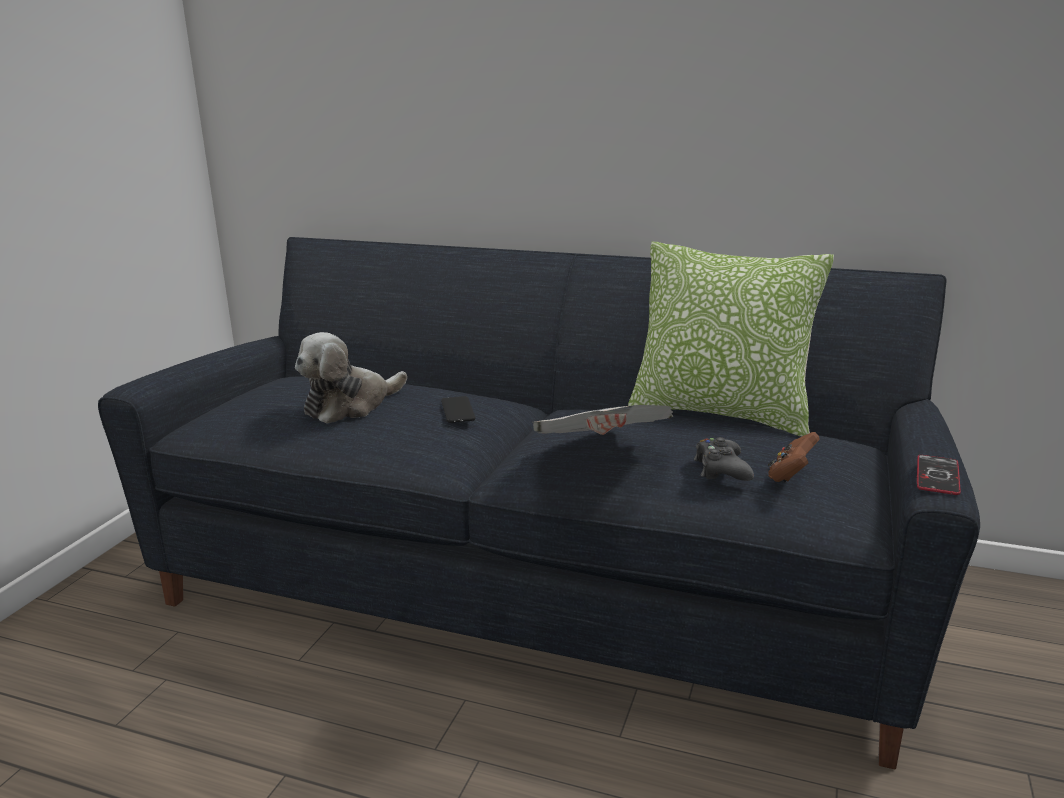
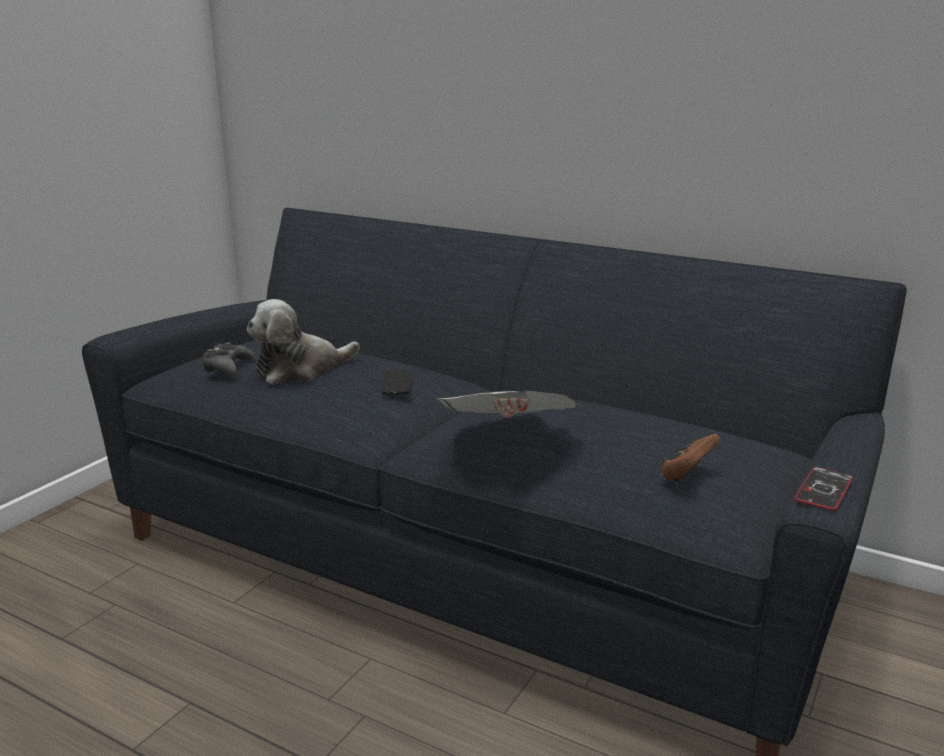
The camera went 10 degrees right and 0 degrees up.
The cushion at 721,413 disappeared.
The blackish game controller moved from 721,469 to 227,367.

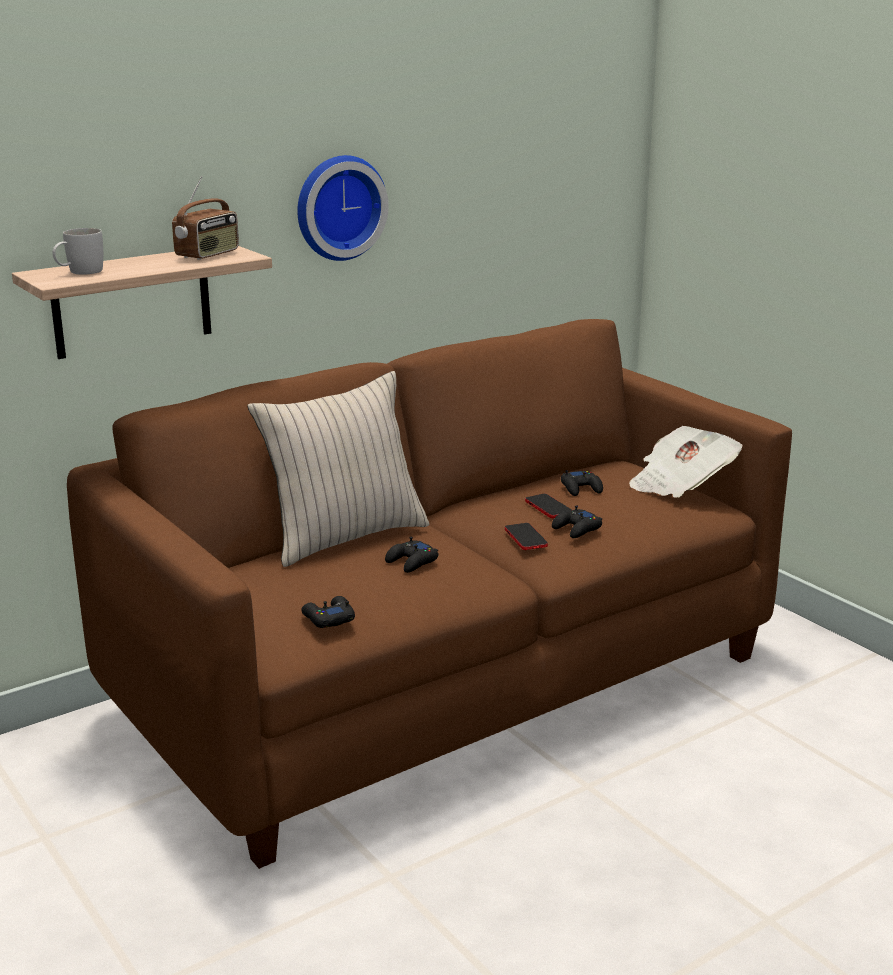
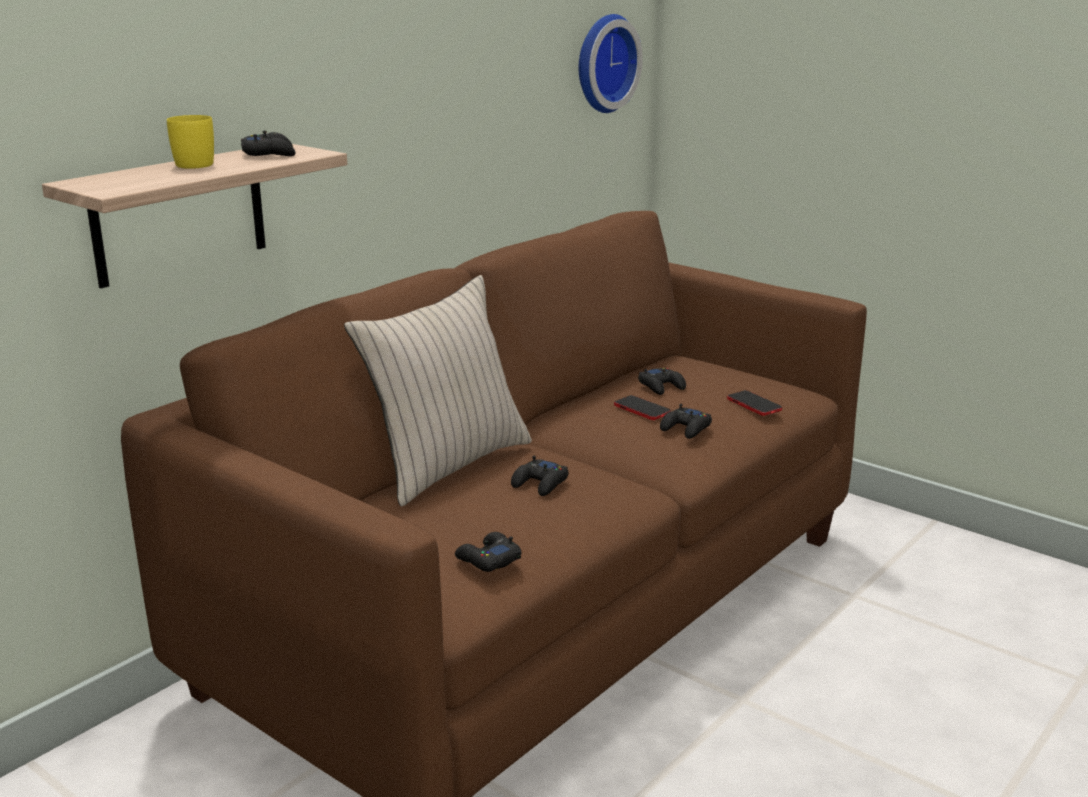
The camera went 15 degrees left and 0 degrees up.
The clock on the wall moved from 338,207 to 602,63.
The radio set at 208,255 was replaced by the blackish game controller at 269,153.
The whitish mug at 79,272 disappeared.
The daily paper at 682,484 disappeared.
The phone moved from 525,537 to 754,404.
The yellow-coloured mug at 194,163 appeared.

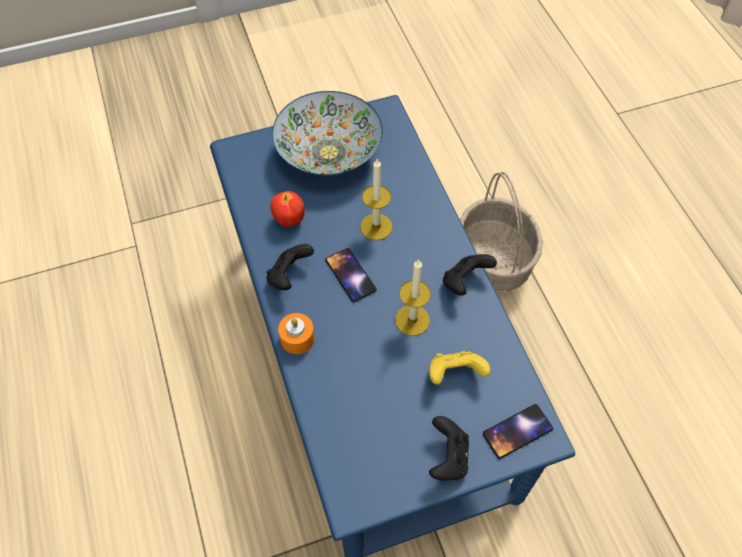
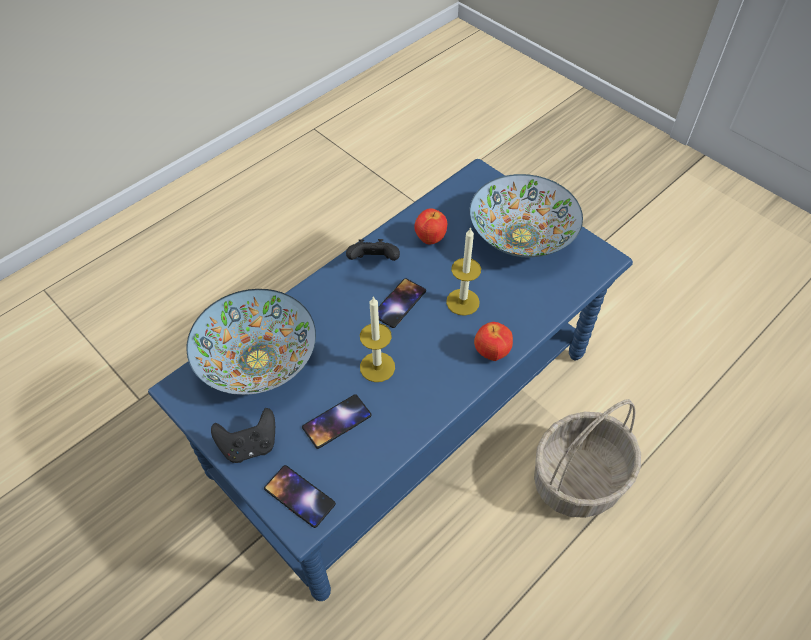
The camera went 65 degrees right and 5 degrees down.
The blackish game controller at 464,282 disappeared.
The orangey candle at 297,338 disappeared.
The yellow-coloured game controller at 455,374 was replaced by the phone at 337,421.
The serving bowl at 257,360 appeared.
The apple fruit at 491,353 appeared.

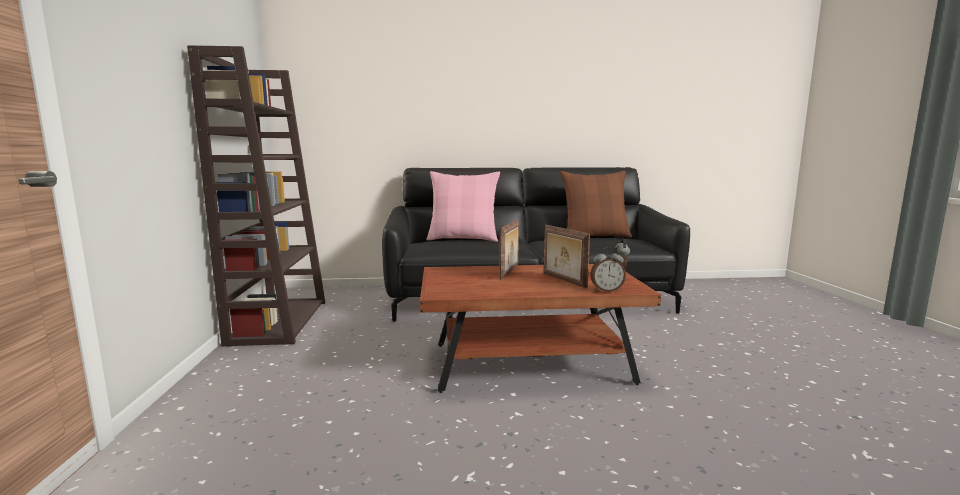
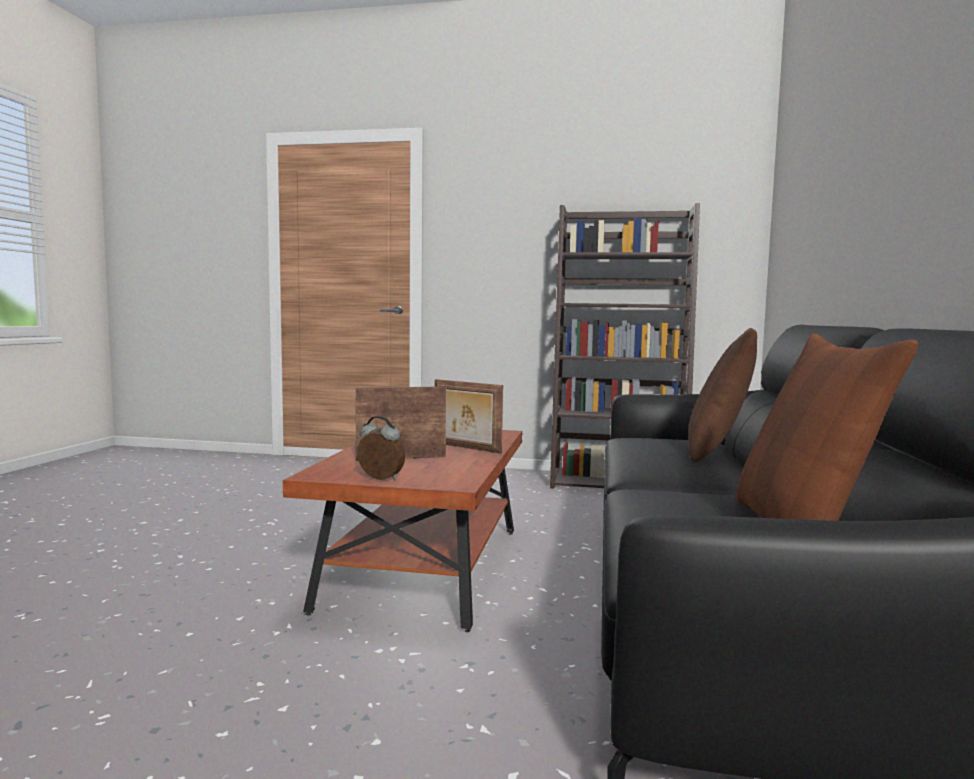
The camera went 105 degrees right and 5 degrees down.
The pink-coloured cushion at 463,239 became the brown-coloured cushion at 718,450.
The bedside clock at 606,290 disappeared.

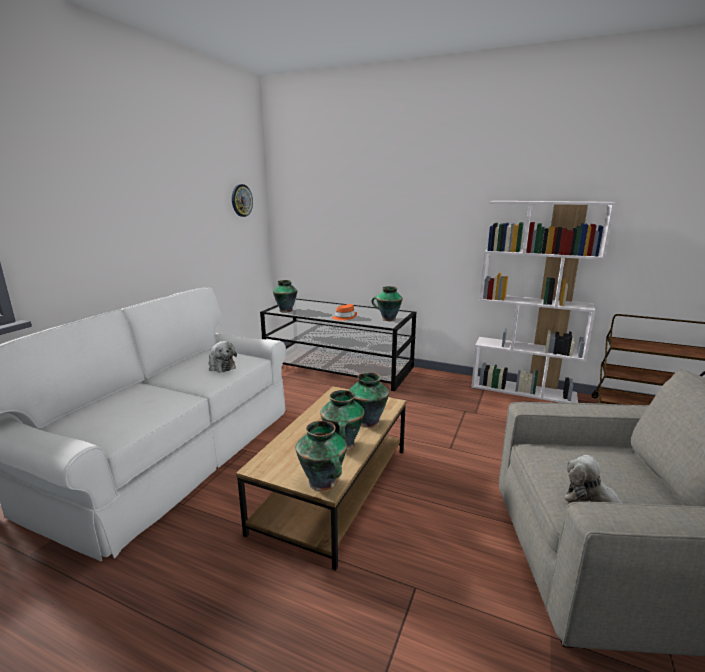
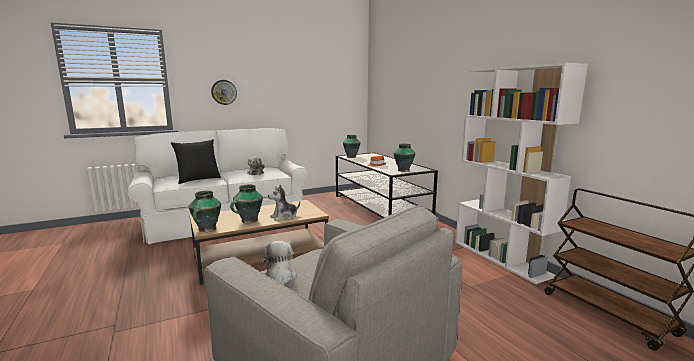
The camera went 40 degrees right and 5 degrees down.
The clock on the wall moved from 241,200 to 224,92.
The decorative vase at 368,421 was replaced by the plush toy at 284,217.
The blackish cushion at 198,179 appeared.

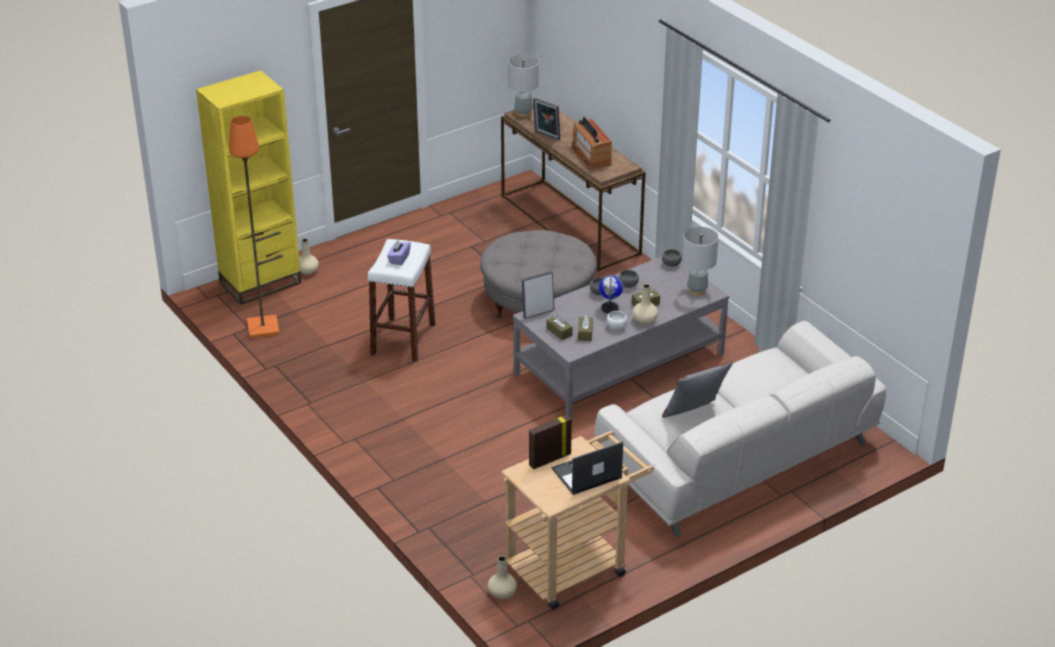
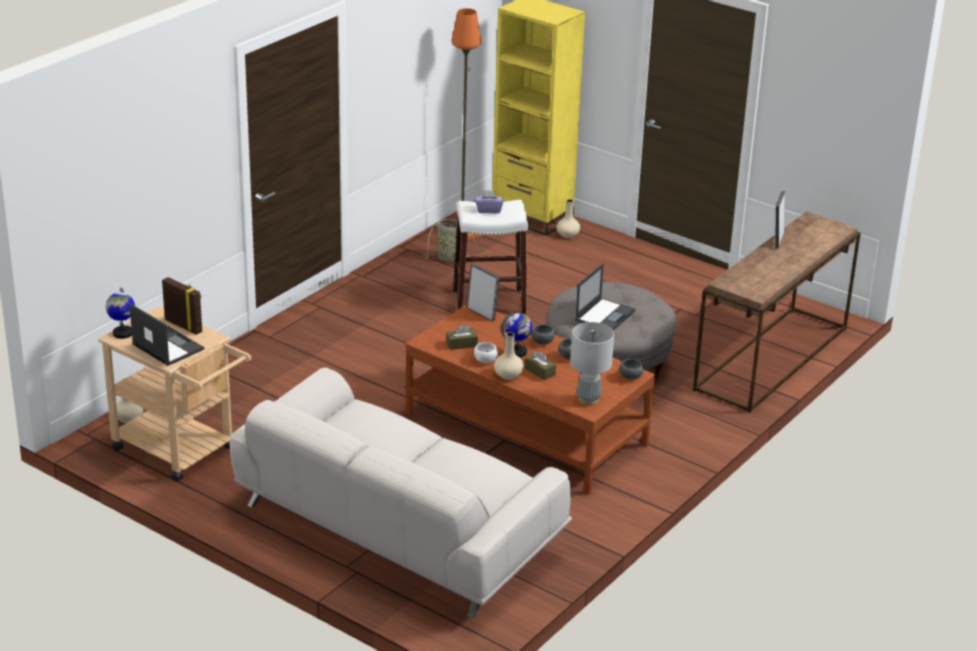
The camera went 70 degrees right and 5 degrees down.
The greyish lamp for a table at 523,113 disappeared.
The radio set at 591,156 disappeared.
The greyish low table at 619,364 became the brown-coloured low table at 525,429.
The brown-coloured tissue holder at 559,332 disappeared.
The greyish cushion at 694,413 disappeared.
The basket at 452,258 appeared.
The notebook computer at 605,315 appeared.
The desk globe at 122,333 appeared.

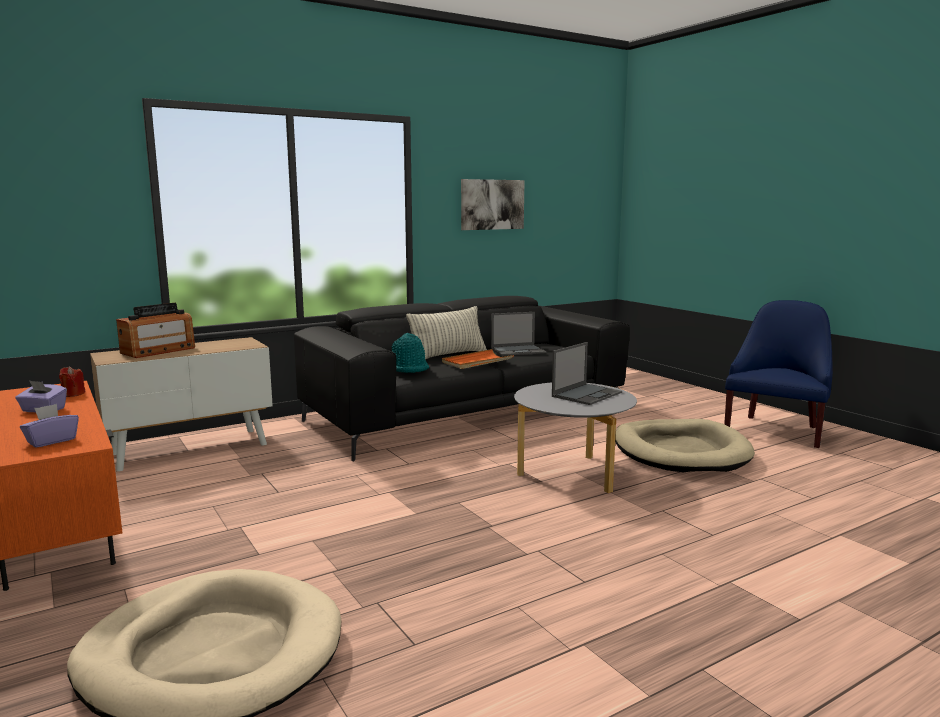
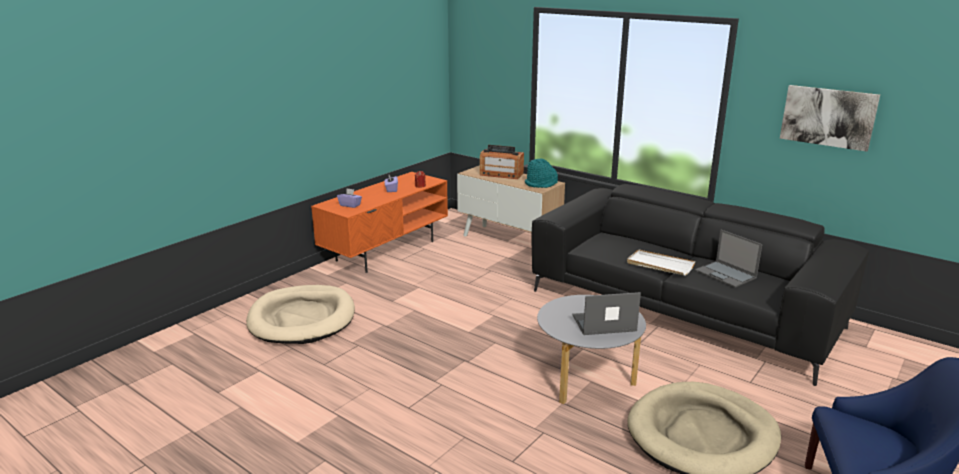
The camera went 70 degrees right and 10 degrees up.
The cushion at 448,355 disappeared.
The blue-green hat moved from 409,369 to 541,184.
The notebook computer at 587,394 turned 150 degrees clockwise.
The orangey carrying tray at 477,362 became the whitish carrying tray at 659,265.

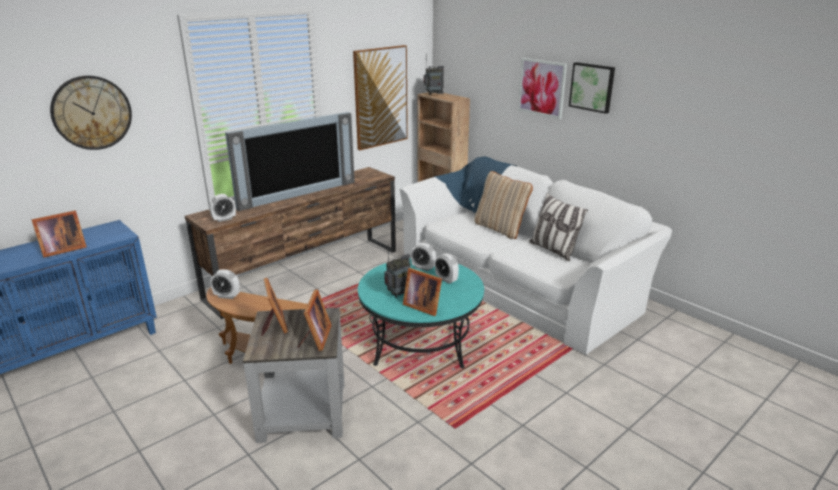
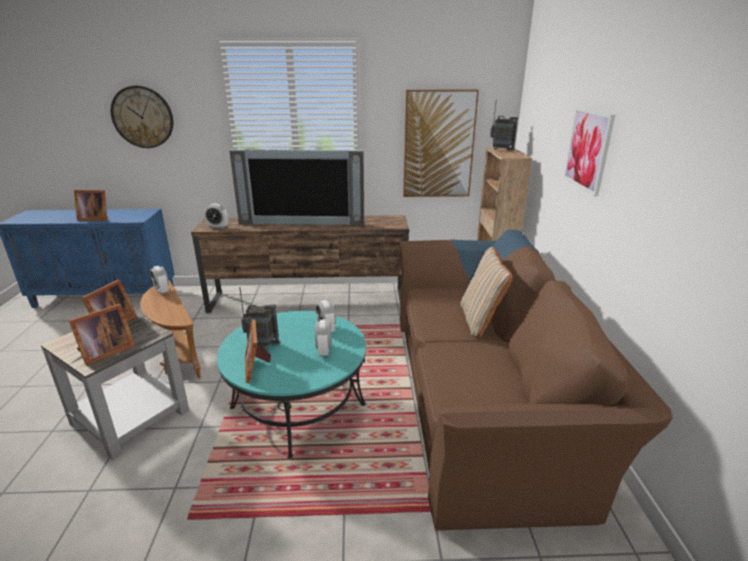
The camera went 40 degrees right and 0 degrees up.
The picture at 592,87 disappeared.
The whitish sofa at 519,281 became the brown-coloured sofa at 484,393.
The cushion at 553,250 disappeared.

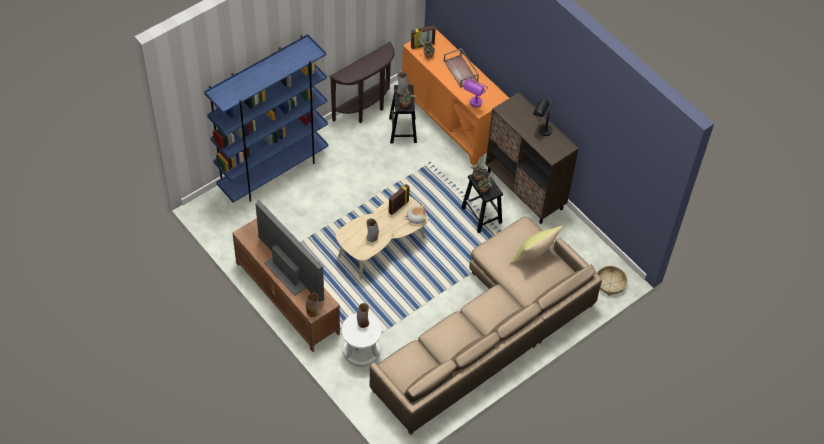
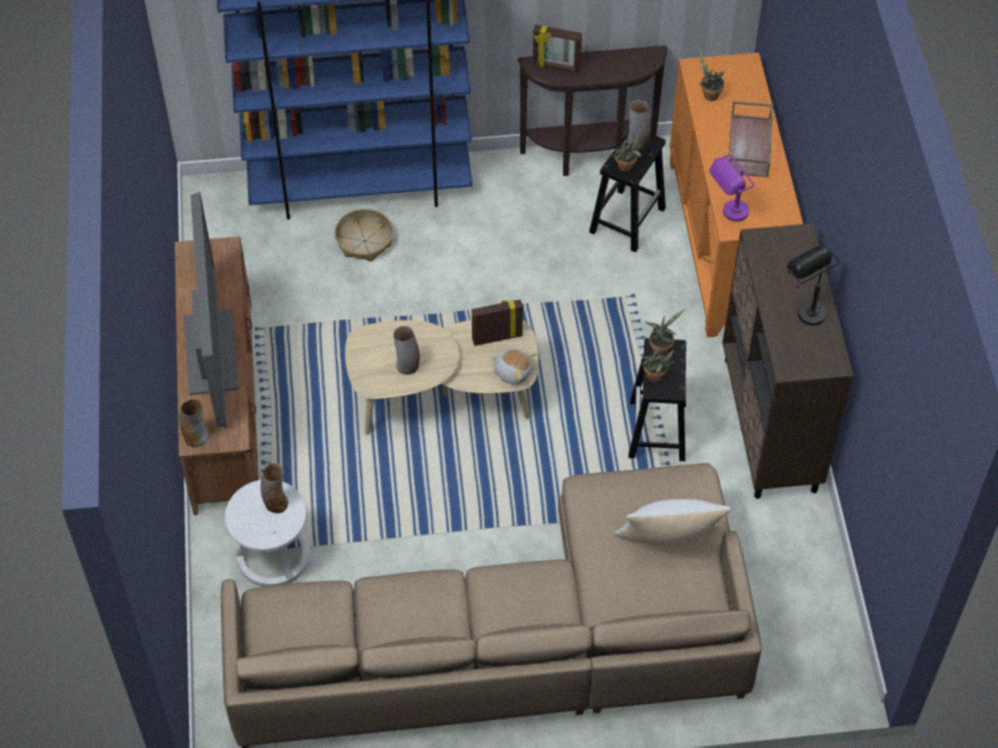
The camera went 35 degrees right and 0 degrees up.
The standing frame moved from 422,45 to 556,66.
The yellow-coloured cushion at 533,256 became the whitish cushion at 668,543.
The basket moved from 610,283 to 364,241.

